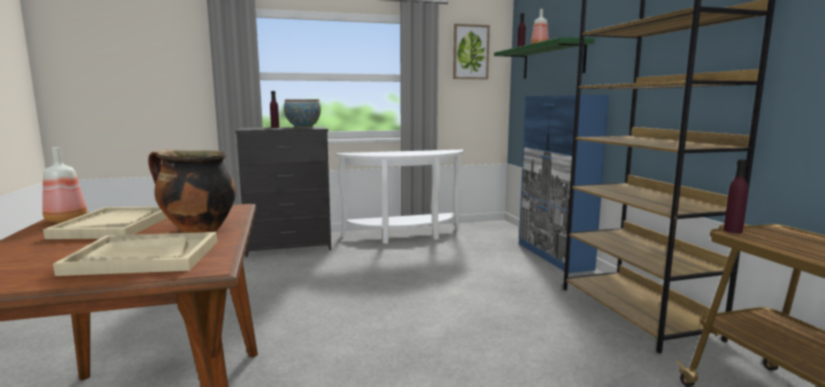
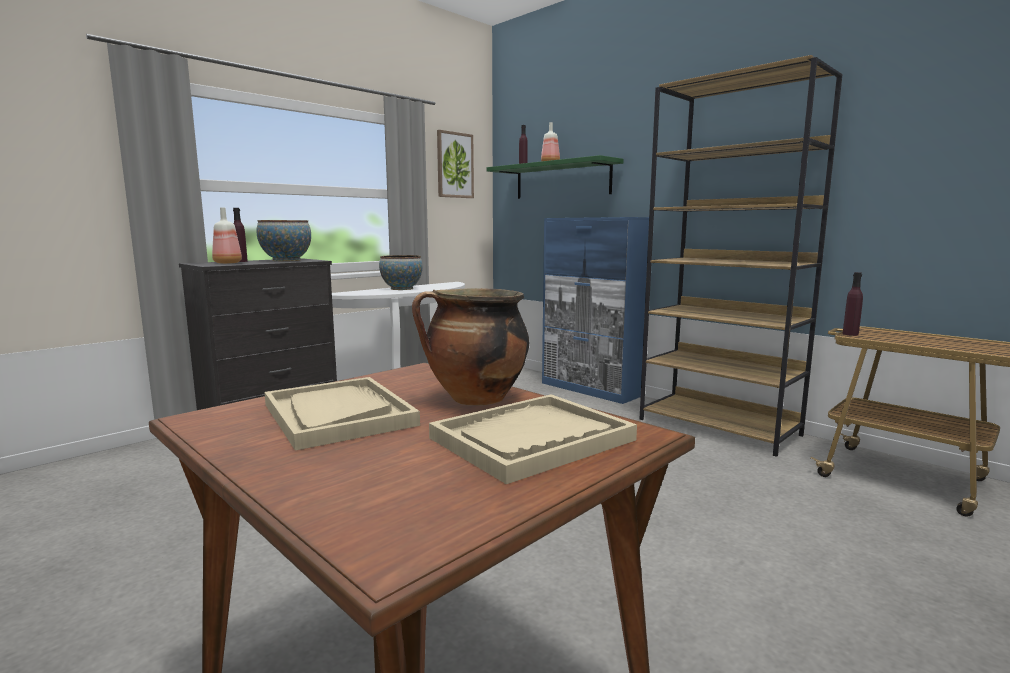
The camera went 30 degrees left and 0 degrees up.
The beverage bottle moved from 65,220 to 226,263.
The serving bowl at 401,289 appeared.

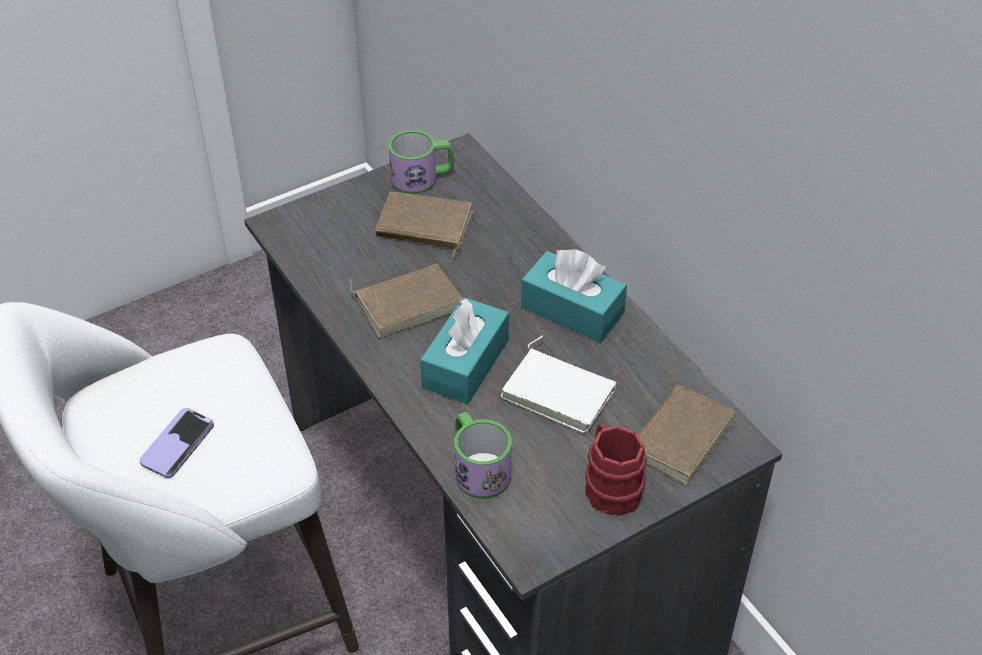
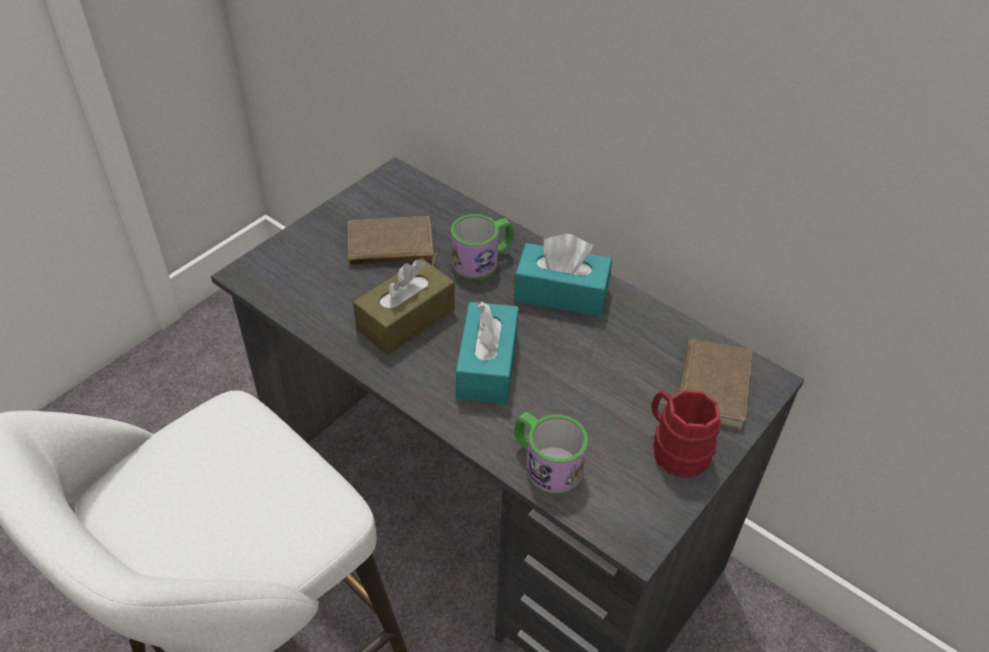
The camera went 20 degrees left and 0 degrees up.
The mug moved from 422,178 to 482,261.
The brown-coloured bound book at 407,301 was replaced by the brown-coloured tissue holder at 406,319.
The whitish bound book at 560,391 disappeared.
The phone at 178,444 disappeared.

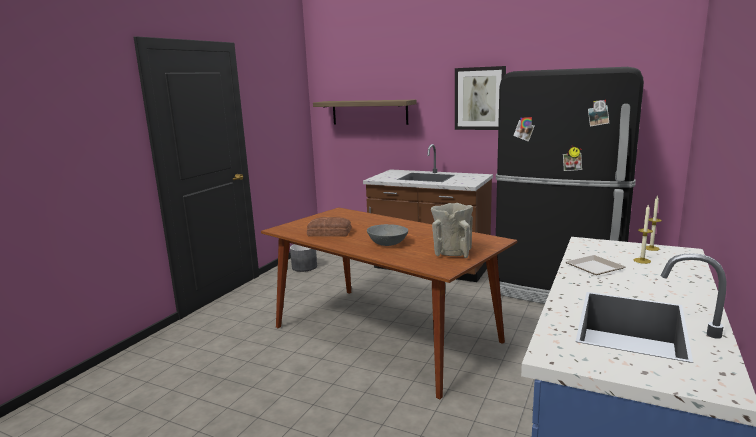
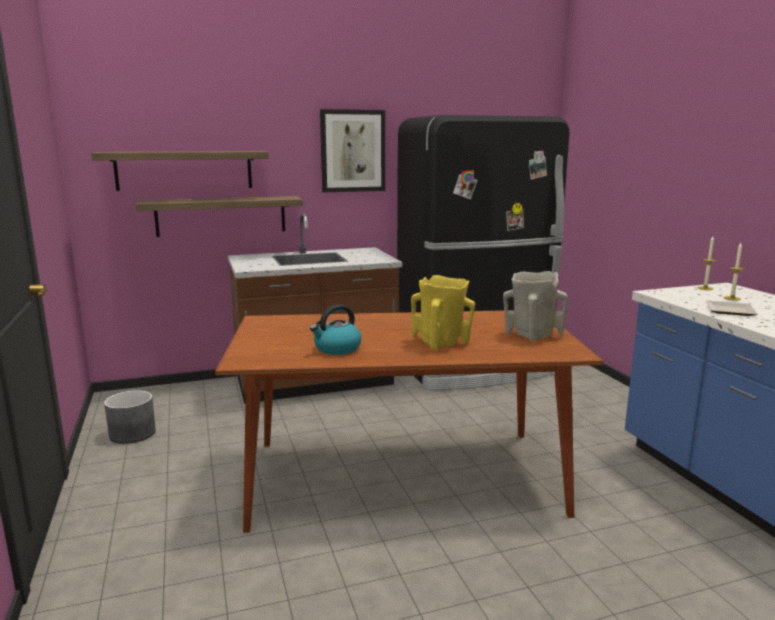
The camera went 45 degrees left and 0 degrees up.
The baked bread at 329,233 was replaced by the tea kettle at 337,349.
The greyish serving bowl at 387,244 was replaced by the yellow-coloured decorative vase at 442,343.
The shelf at 221,216 appeared.

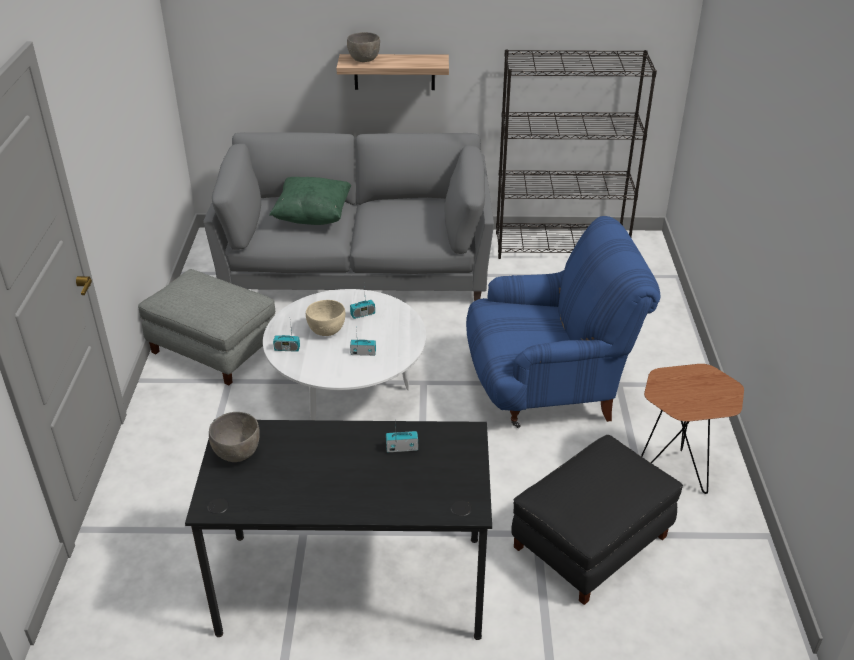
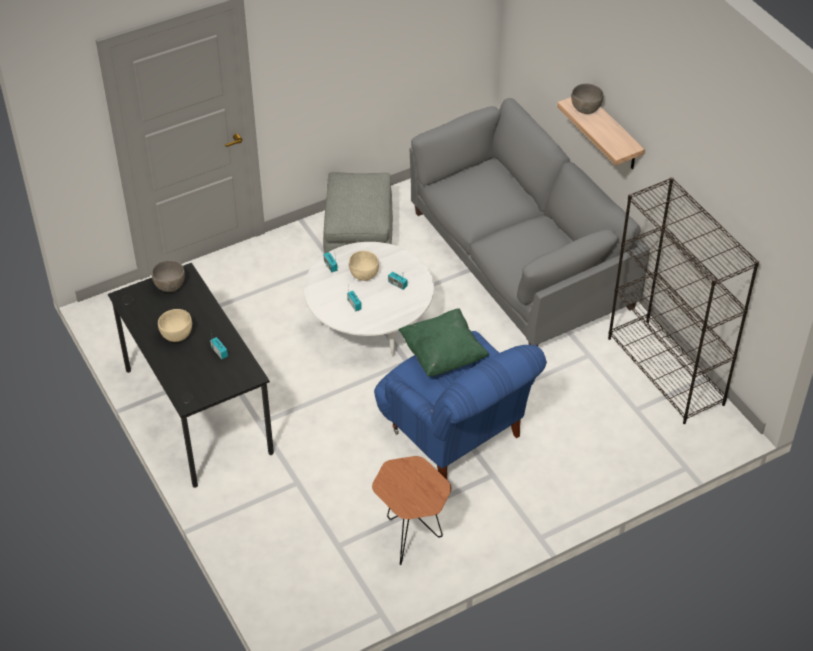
The camera went 60 degrees right and 10 degrees up.
The green-coloured cushion moved from 313,217 to 443,355.
The blackish pouffe at 591,543 disappeared.
The beige-coloured serving bowl at 177,335 appeared.

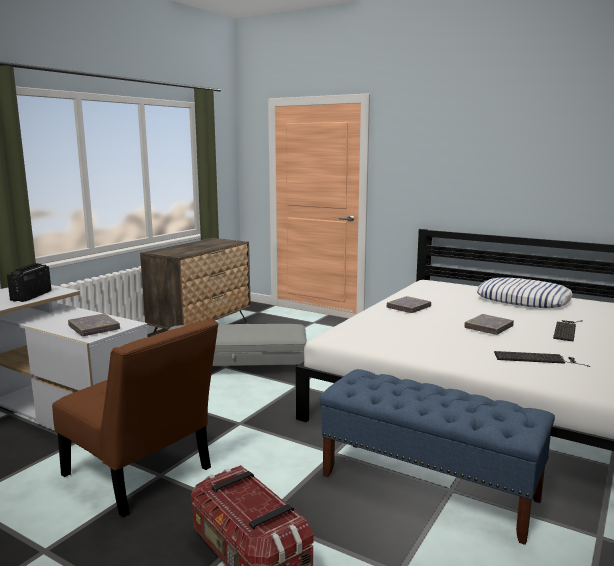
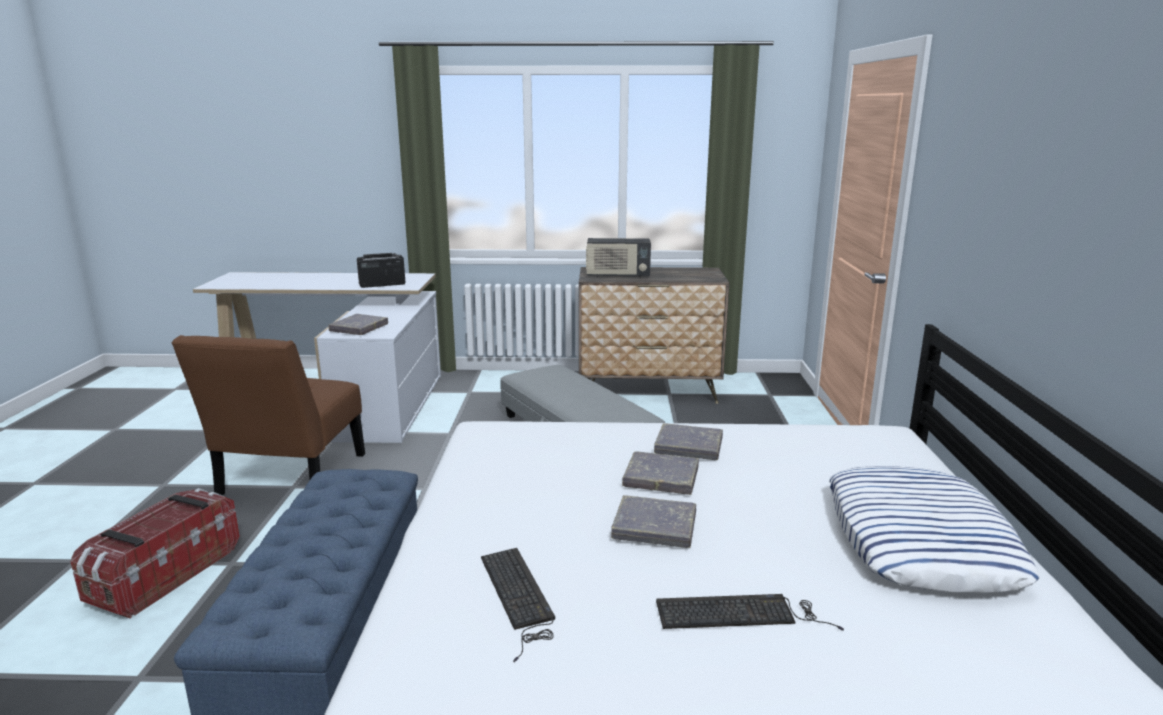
The camera went 60 degrees right and 5 degrees up.
The radio set at 617,276 appeared.
The greyish bound book at 661,478 appeared.

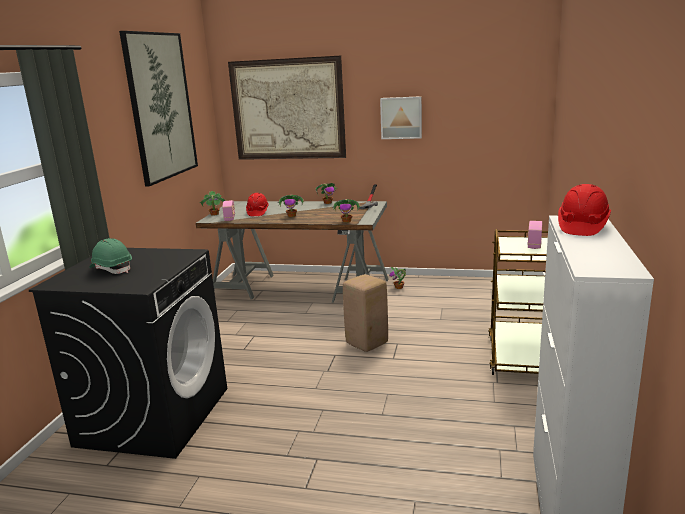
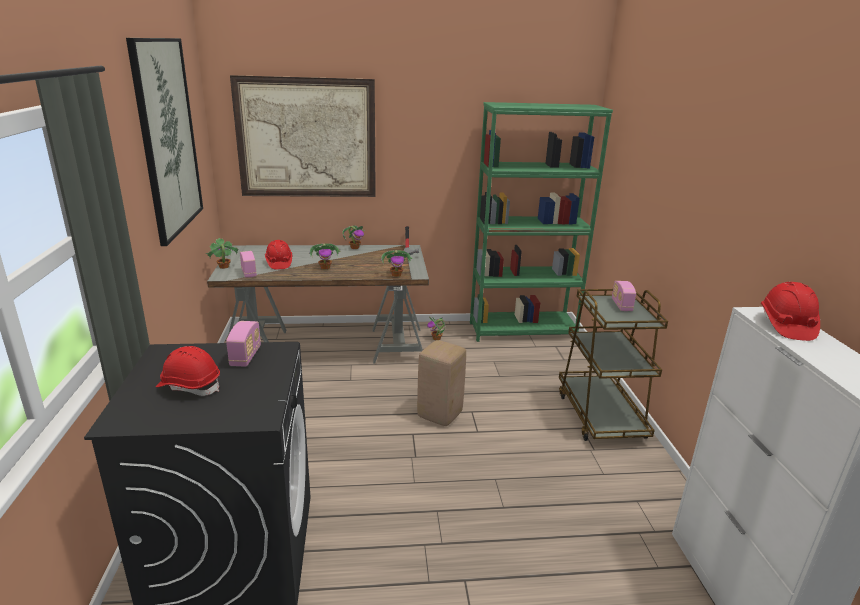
The camera went 20 degrees left and 5 degrees up.
The picture at 401,117 disappeared.
The green-coloured hard hat at 112,269 became the red hard hat at 189,386.
The green-coloured bookshelf at 522,331 appeared.
The radio set at 246,356 appeared.

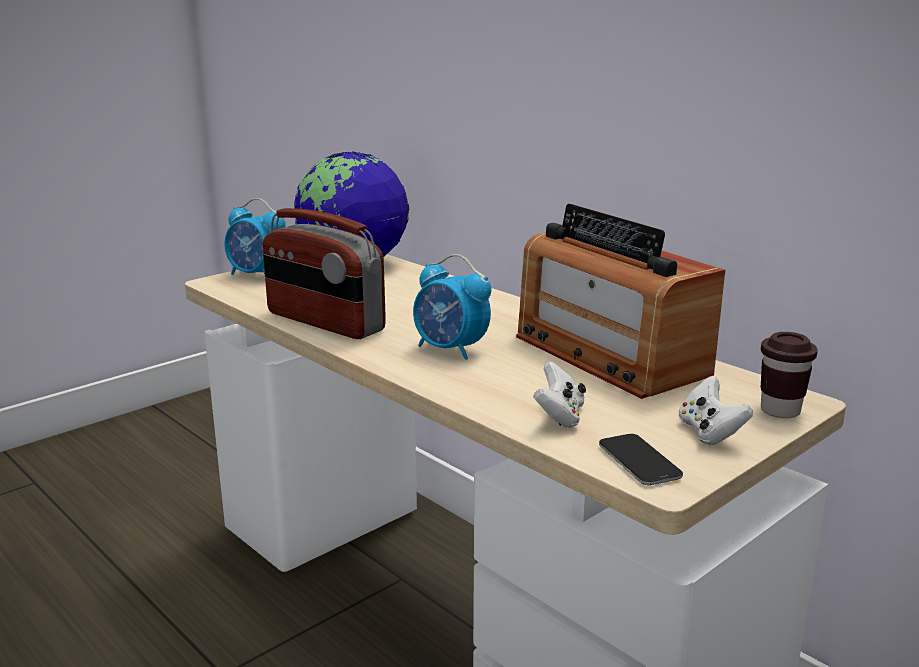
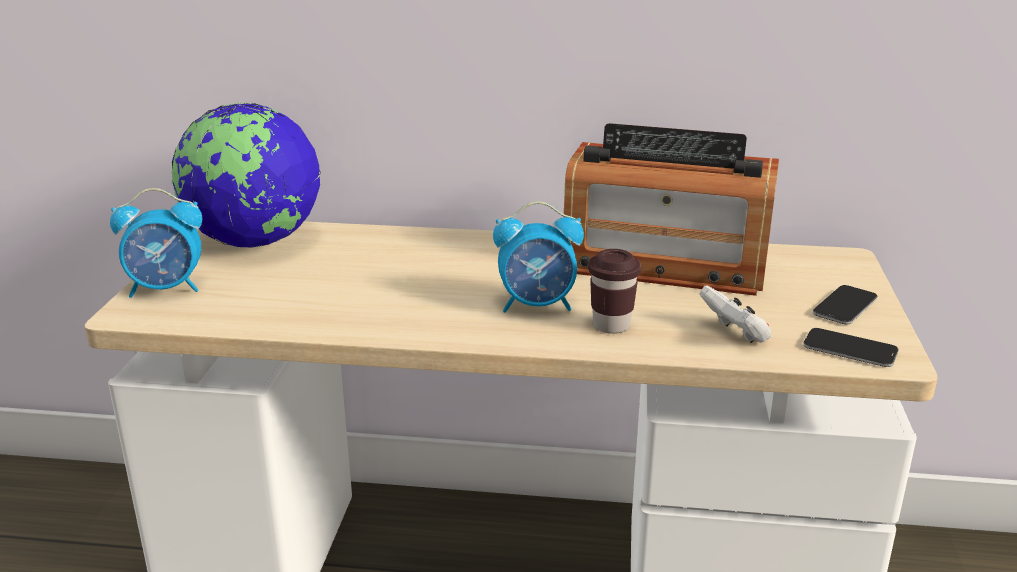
The camera went 40 degrees left and 5 degrees up.
The radio set at 324,322 disappeared.
The brown-coloured small cup moved from 780,411 to 611,325.
The whitish game controller at 709,433 was replaced by the phone at 845,306.

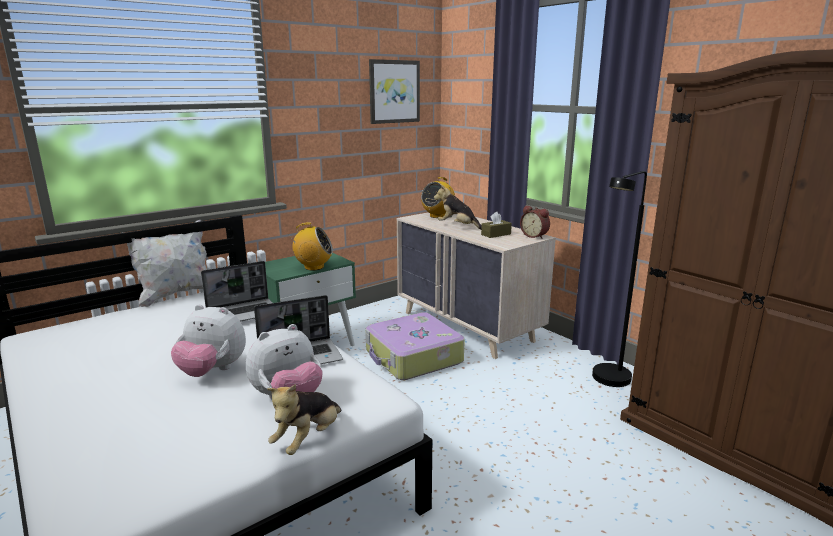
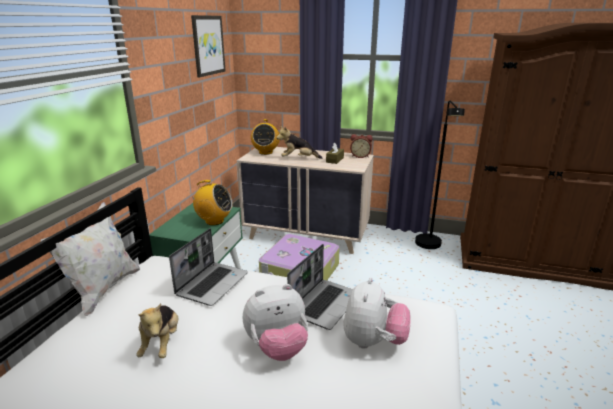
The camera went 35 degrees left and 5 degrees up.
The radio set at 313,267 turned 45 degrees clockwise.
The plush toy moved from 308,439 to 161,343.

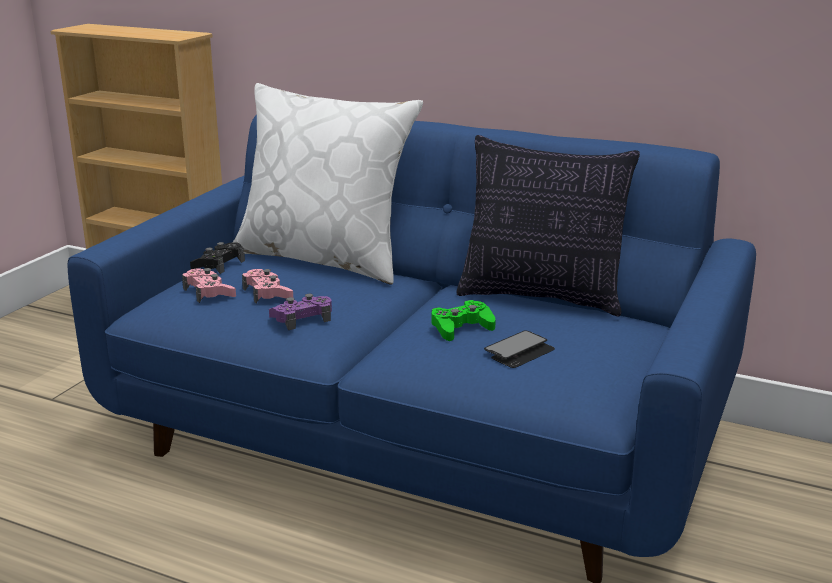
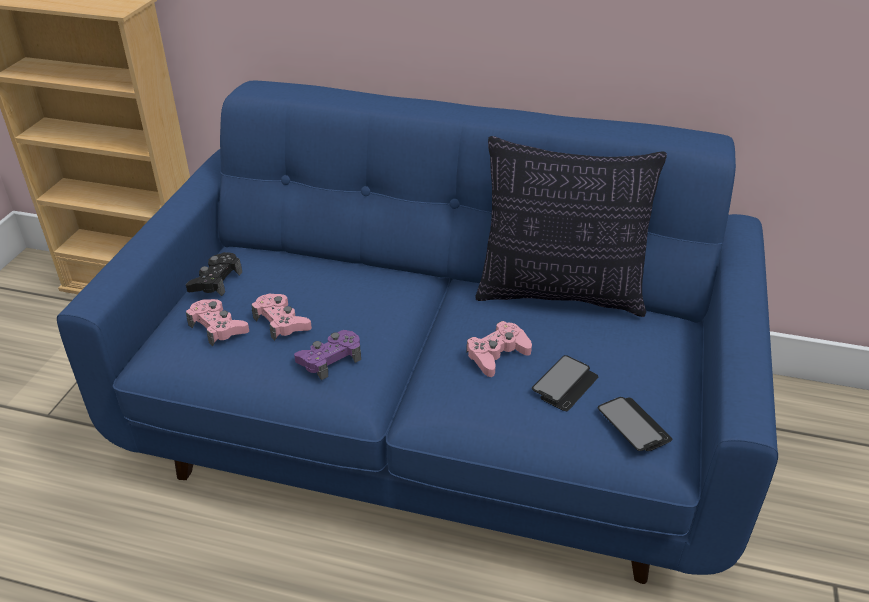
The camera went 10 degrees left and 15 degrees up.
The whitish cushion at 324,258 disappeared.
The green-coloured game controller at 461,327 became the pink-coloured game controller at 497,354.
The phone at 633,425 appeared.

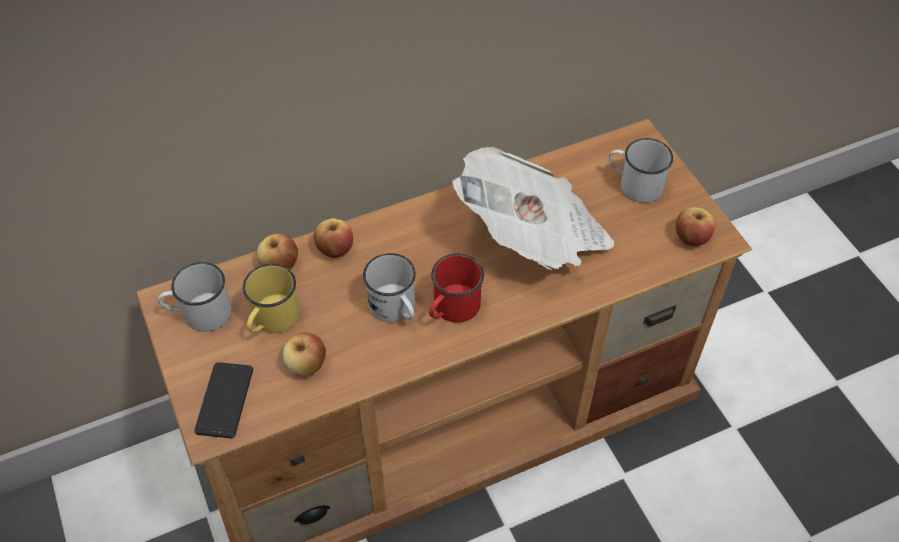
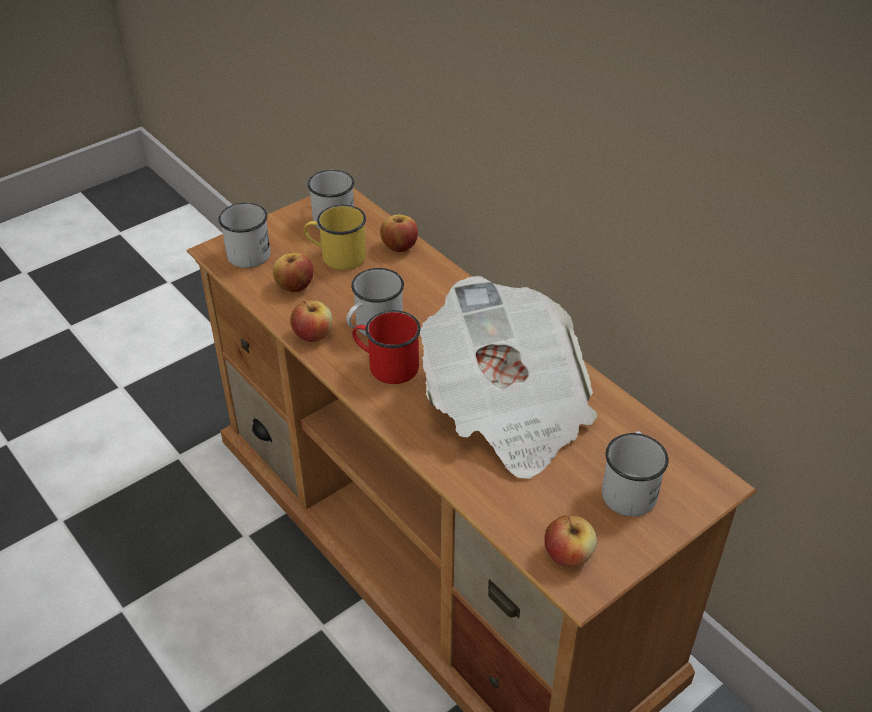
The camera went 75 degrees right and 10 degrees down.
The apple fruit moved from 335,249 to 313,335.
The phone at 224,400 was replaced by the whitish mug at 248,250.

